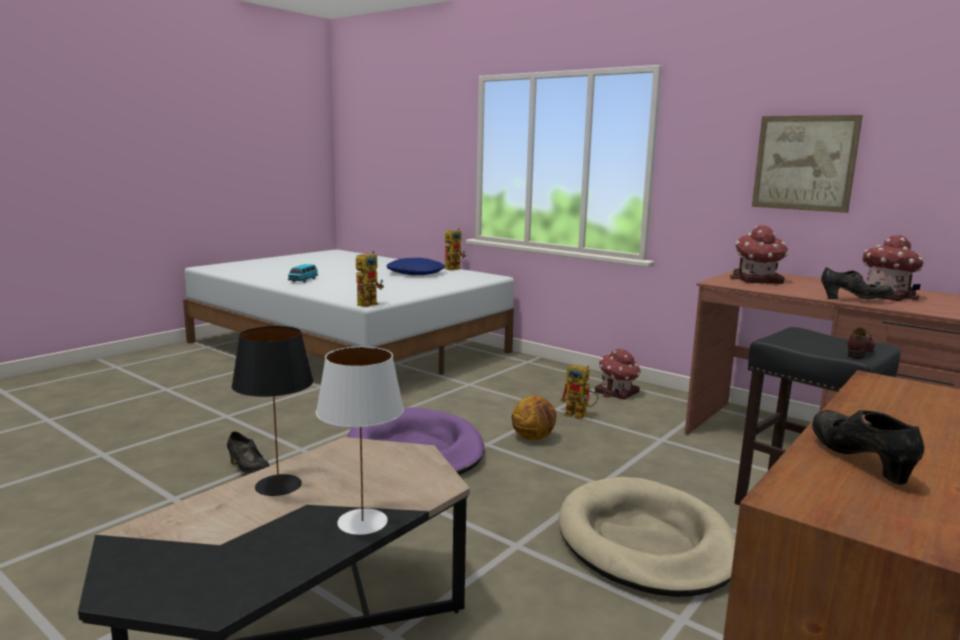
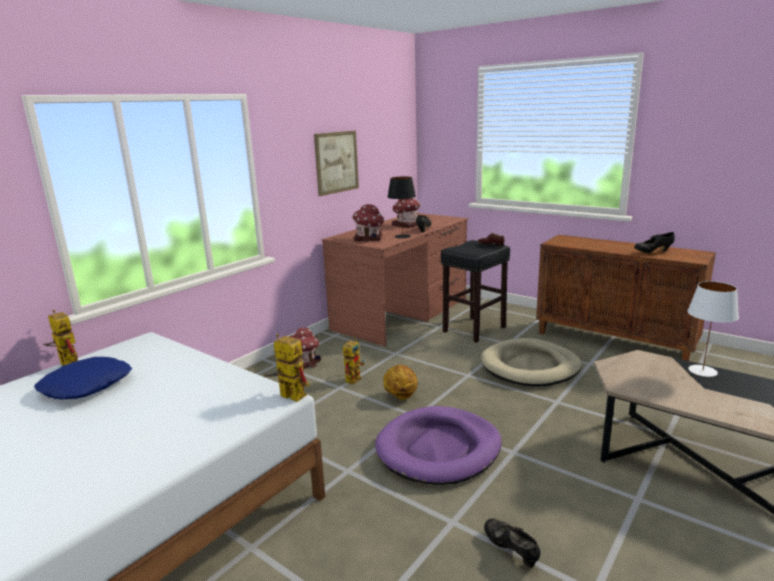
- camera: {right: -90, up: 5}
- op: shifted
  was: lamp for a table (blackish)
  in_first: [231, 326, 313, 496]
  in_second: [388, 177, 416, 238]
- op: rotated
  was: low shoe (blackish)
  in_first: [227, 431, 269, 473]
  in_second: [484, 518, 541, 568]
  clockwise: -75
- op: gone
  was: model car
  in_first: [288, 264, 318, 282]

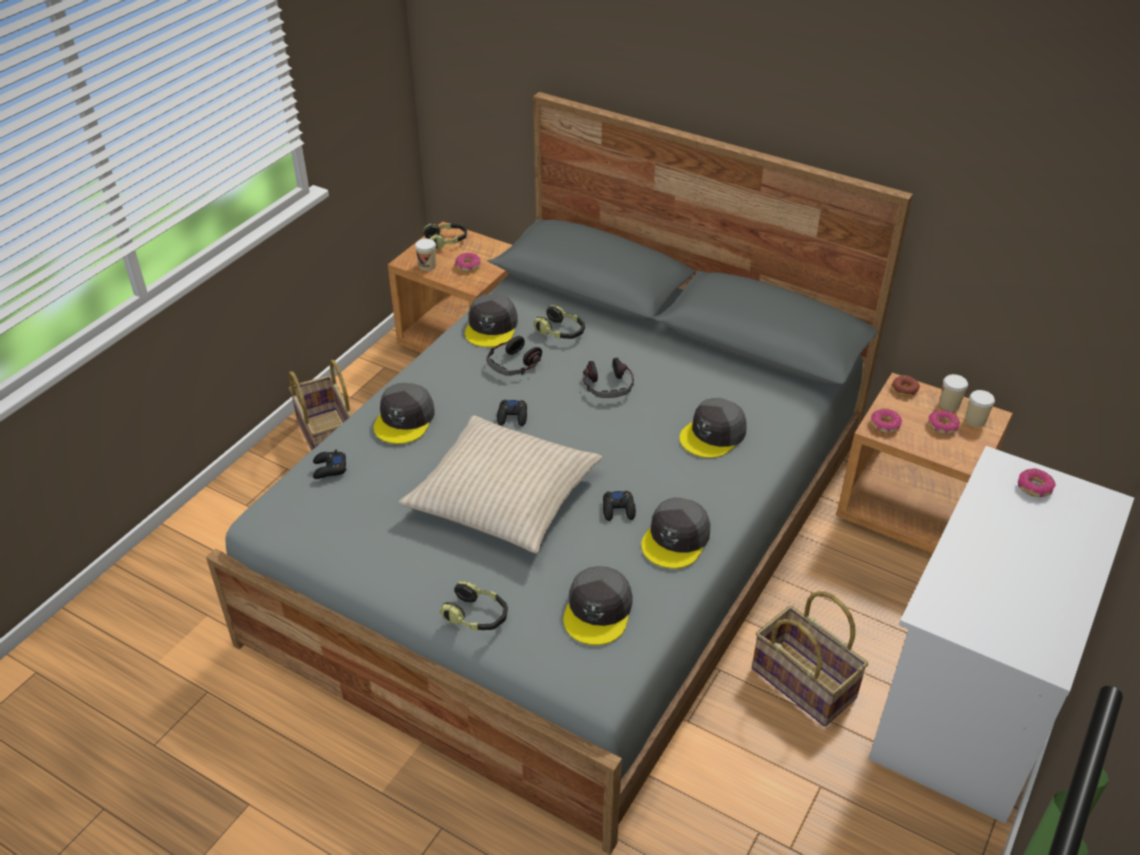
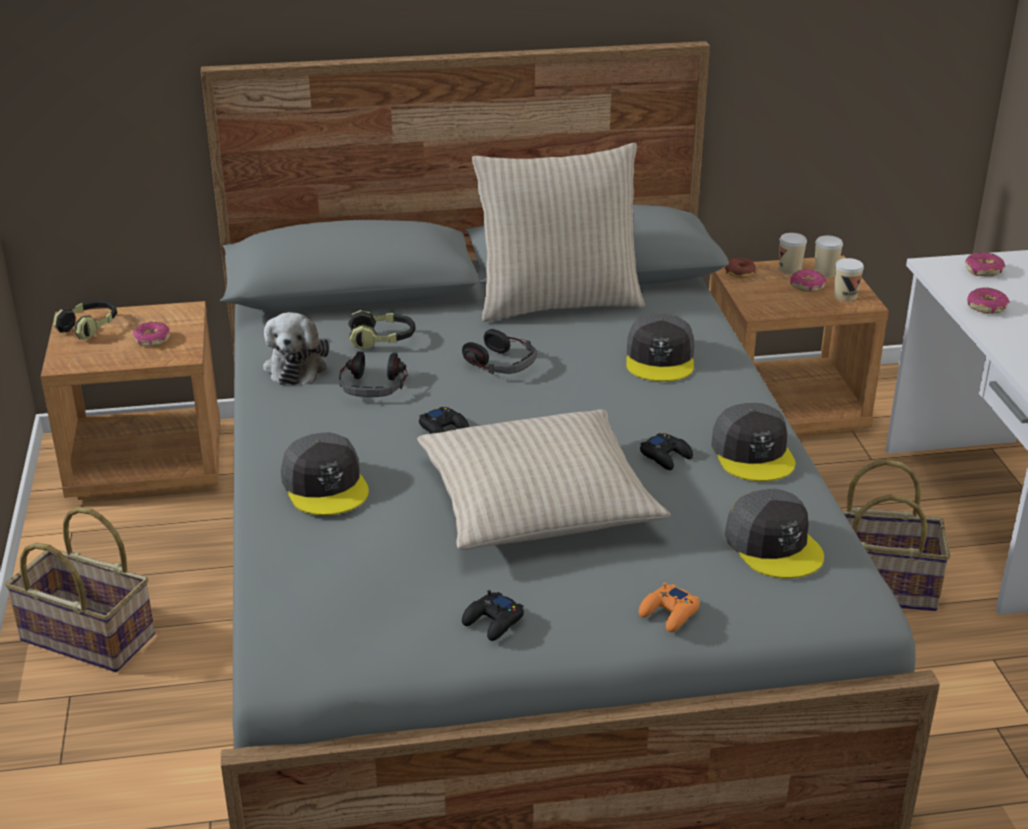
- camera: {right: -40, up: -10}
- op: swapped
  was: peaked cap (greyish)
  now: plush toy
  in_first: [465, 294, 518, 347]
  in_second: [263, 312, 329, 385]
- op: shifted
  was: game controller (blackish)
  in_first: [313, 450, 346, 479]
  in_second: [462, 590, 524, 641]
- op: new
  now: throw pillow (sand-coloured)
  in_second: [472, 143, 645, 322]
- op: swapped
  was: headset
  now: game controller (orange-coloured)
  in_first: [440, 581, 508, 631]
  in_second: [639, 582, 700, 632]
- op: shifted
  was: small cup
  in_first: [415, 239, 436, 271]
  in_second: [834, 258, 864, 301]
- op: shifted
  was: doughnut
  in_first: [871, 409, 902, 433]
  in_second: [967, 287, 1010, 314]

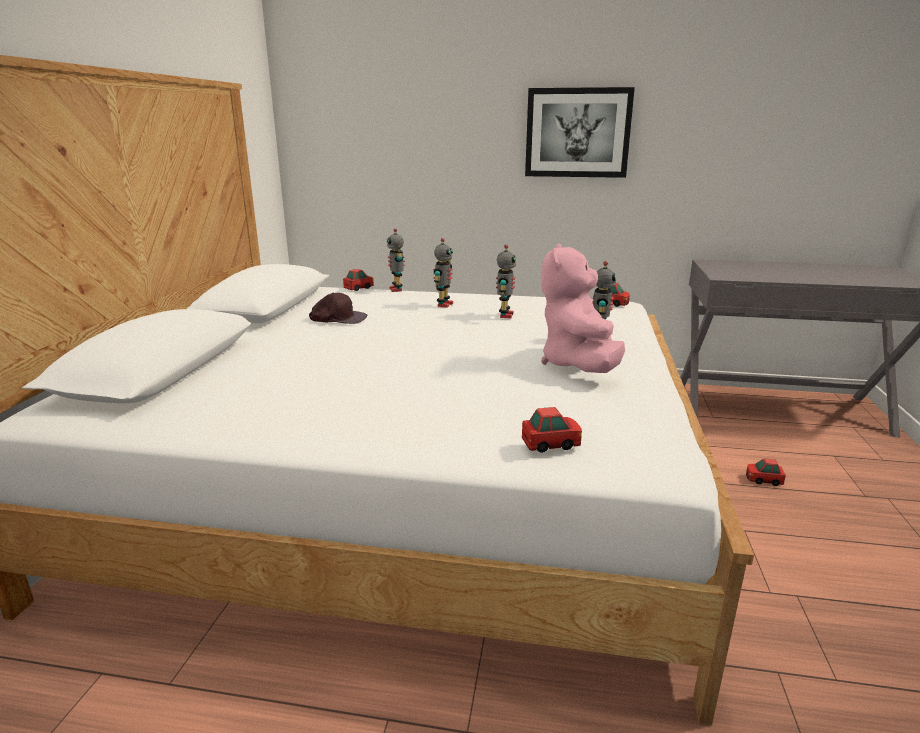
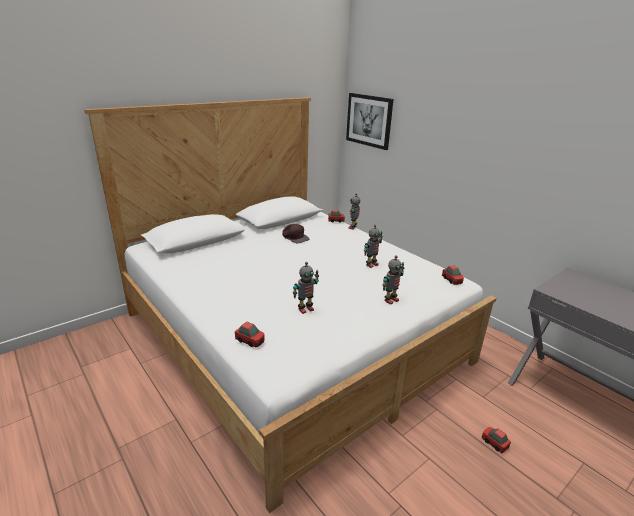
- camera: {right: 40, up: 5}
- op: shifted
  was: robot figure
  in_first: [433, 238, 453, 308]
  in_second: [293, 262, 319, 314]
- op: shifted
  was: wall picture
  in_first: [525, 87, 635, 178]
  in_second: [346, 93, 394, 150]
- op: gone
  was: plush toy (pinkish)
  in_first: [541, 243, 625, 373]

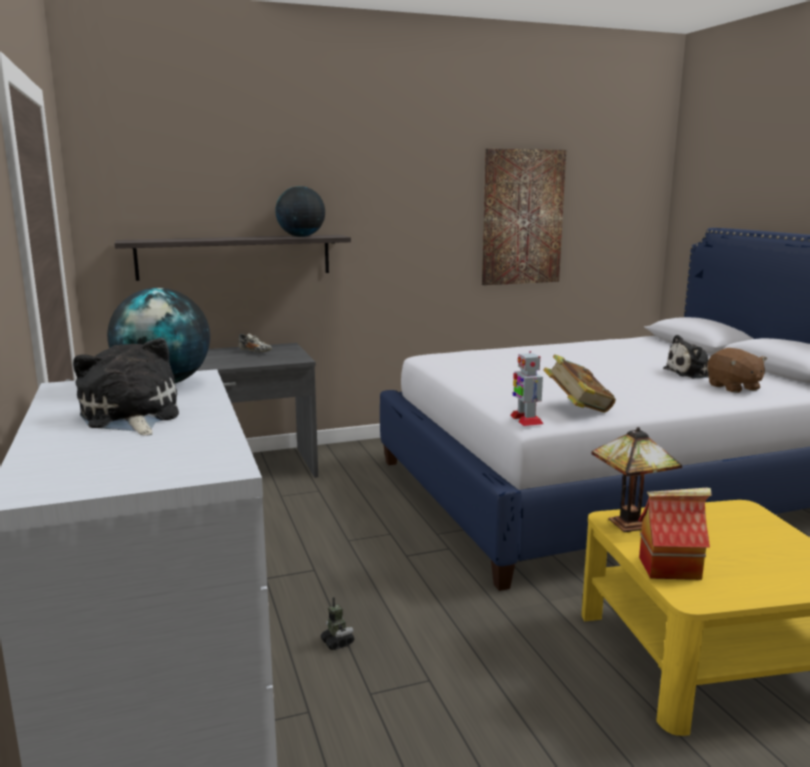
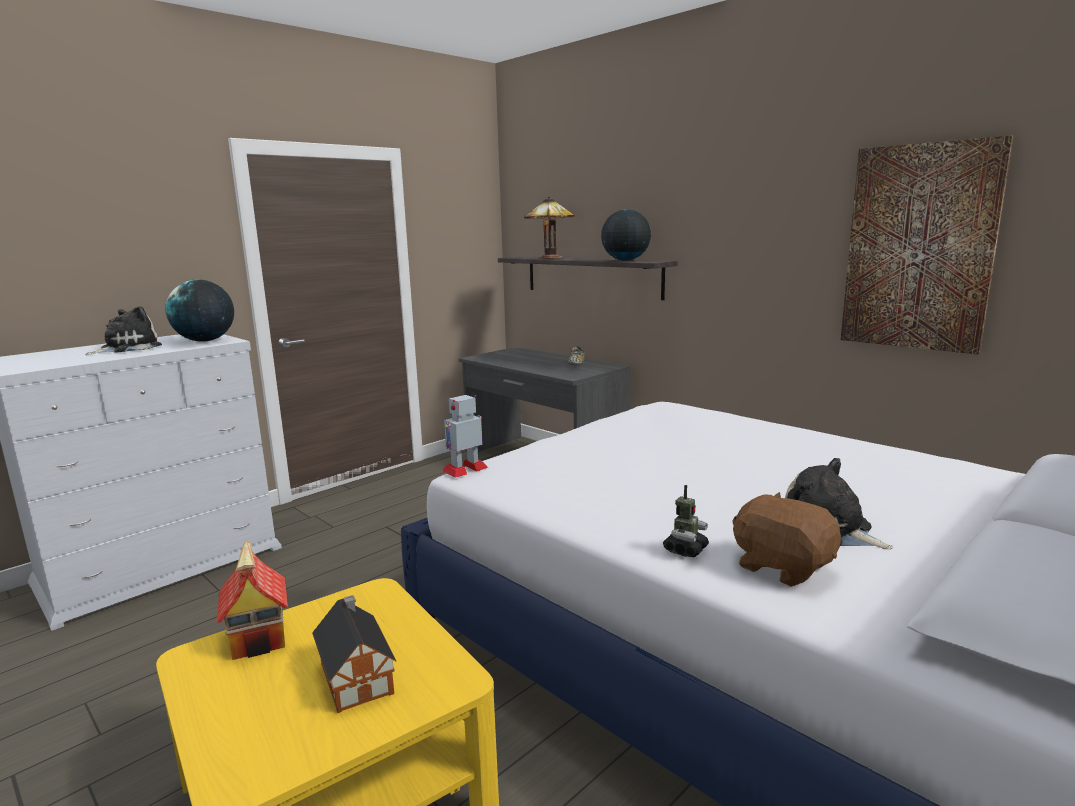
- camera: {right: 65, up: 0}
- op: new
  now: toy house
  in_second: [312, 595, 397, 713]
- op: shifted
  was: lamp for a table
  in_first: [591, 427, 682, 532]
  in_second: [524, 197, 575, 259]
- op: shifted
  was: robot figure
  in_first: [321, 597, 354, 650]
  in_second: [663, 485, 709, 557]
- op: rotated
  was: plush toy (brown-coloured)
  in_first: [707, 348, 767, 393]
  in_second: [732, 492, 841, 587]
  clockwise: 90
- op: gone
  was: volume
  in_first: [543, 354, 616, 413]

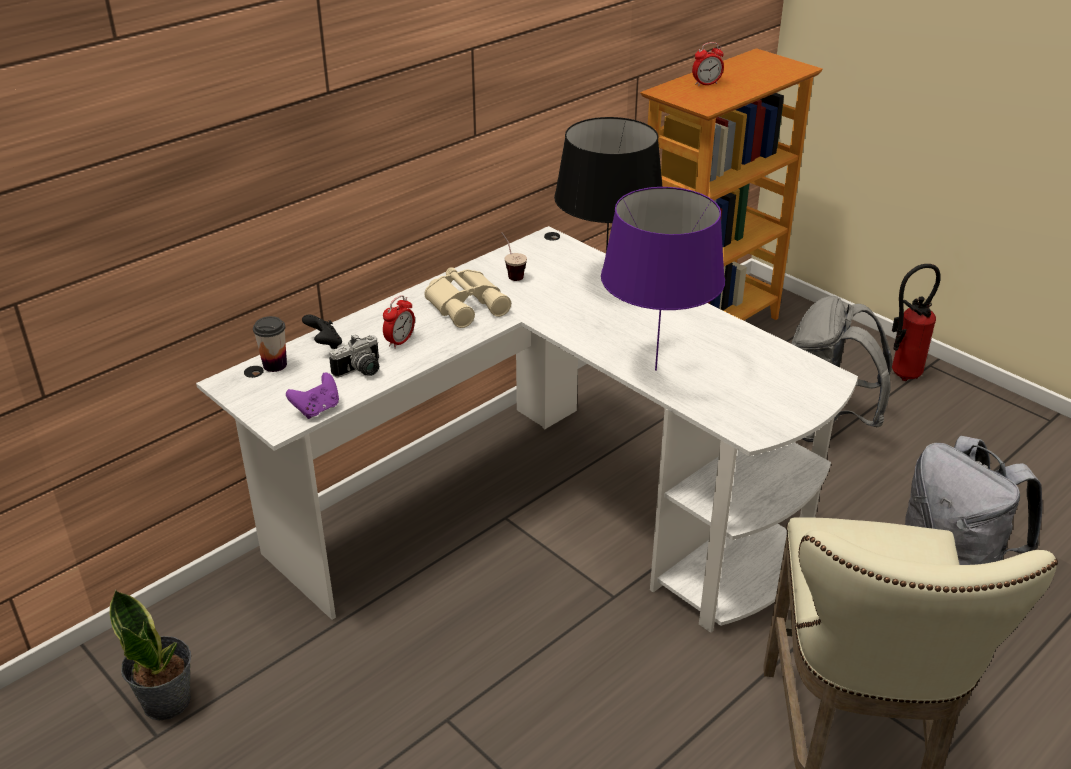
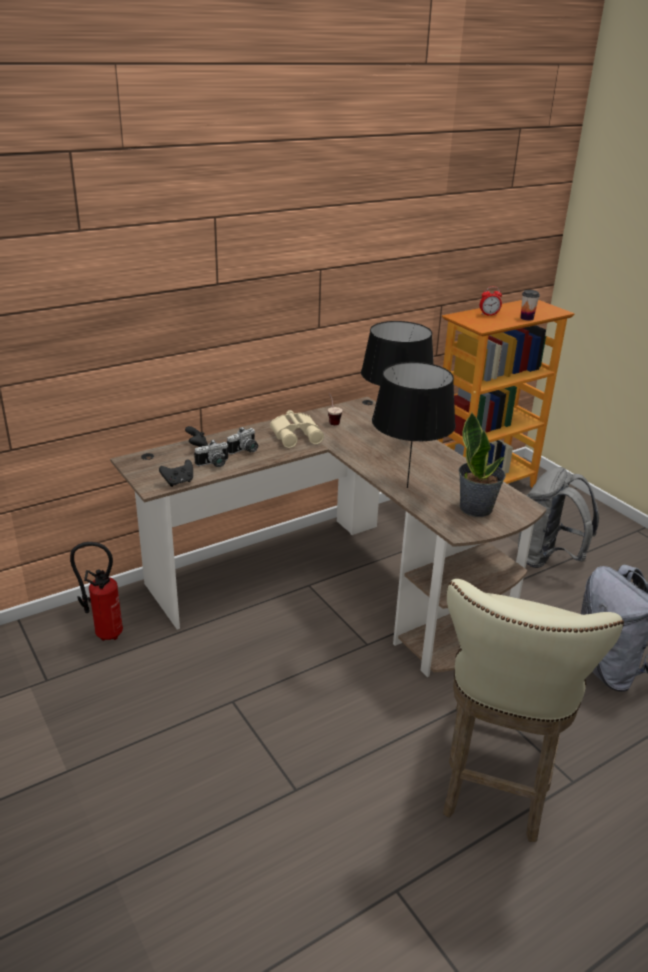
- camera: {right: 10, up: -5}
- op: shifted
  was: fire extinguisher
  in_first: [892, 264, 941, 381]
  in_second: [70, 542, 123, 641]
- op: repainted
  was: desk table (whitish)
  now: desk table (brown-coloured)
  in_first: [196, 226, 858, 633]
  in_second: [110, 397, 547, 677]
- op: repainted
  was: game controller (purple-coloured)
  now: game controller (blackish)
  in_first: [286, 373, 339, 419]
  in_second: [159, 459, 193, 487]
- op: swapped
  was: bedside clock
  now: still camera
  in_first: [383, 295, 415, 349]
  in_second: [227, 427, 258, 454]
- op: repainted
  was: lamp for a table (purple-coloured)
  now: lamp for a table (blackish)
  in_first: [601, 187, 725, 371]
  in_second: [372, 362, 456, 488]
- op: shifted
  was: potted plant
  in_first: [109, 589, 191, 721]
  in_second: [459, 412, 506, 517]
- op: shifted
  was: small cup
  in_first: [253, 316, 287, 372]
  in_second: [521, 290, 540, 321]

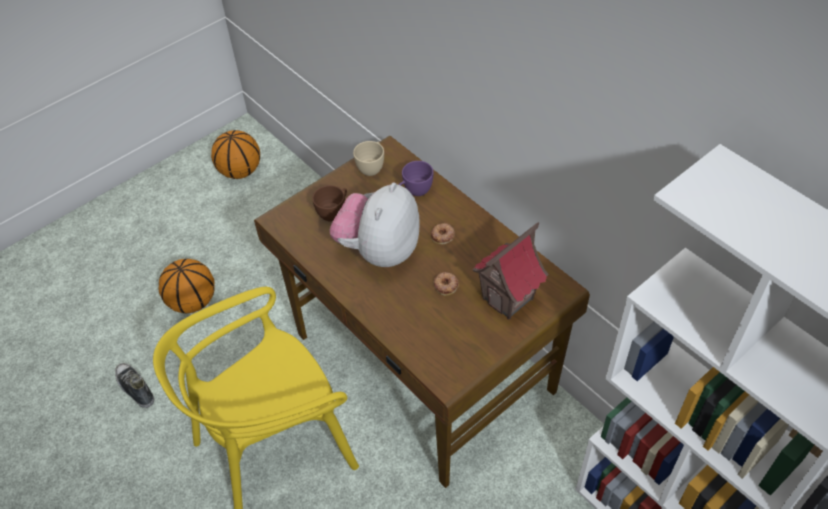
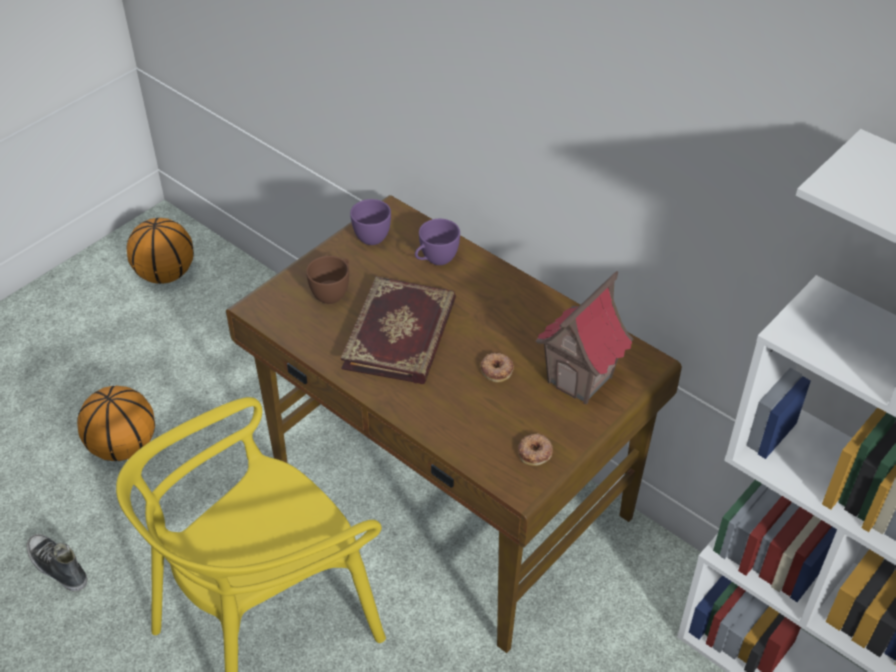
- camera: {right: -10, up: -5}
- op: swapped
  was: plush toy
  now: volume
  in_first: [330, 183, 419, 267]
  in_second: [341, 277, 456, 384]
- op: repainted
  was: small cup (sand-coloured)
  now: small cup (purple-coloured)
  in_first: [353, 141, 384, 176]
  in_second: [350, 199, 391, 245]
- op: shifted
  was: doughnut
  in_first: [431, 223, 455, 245]
  in_second: [518, 433, 553, 466]

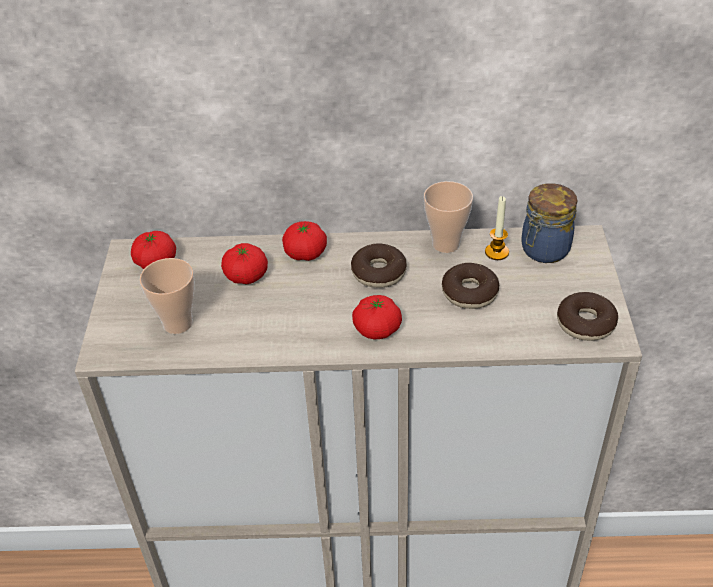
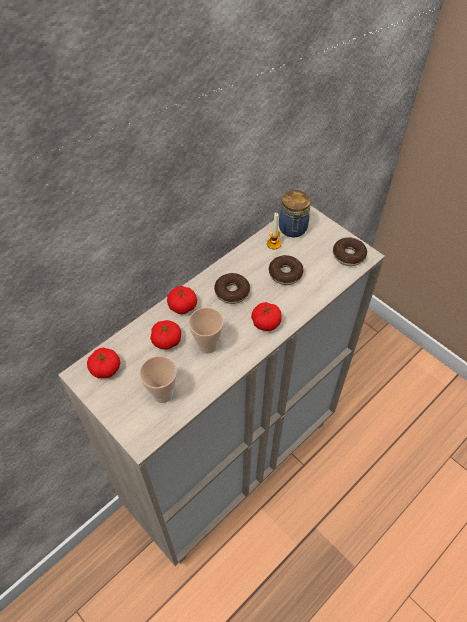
- camera: {right: -45, up: 10}
- op: shifted
  was: small cup
  in_first: [424, 181, 473, 253]
  in_second: [189, 307, 224, 354]

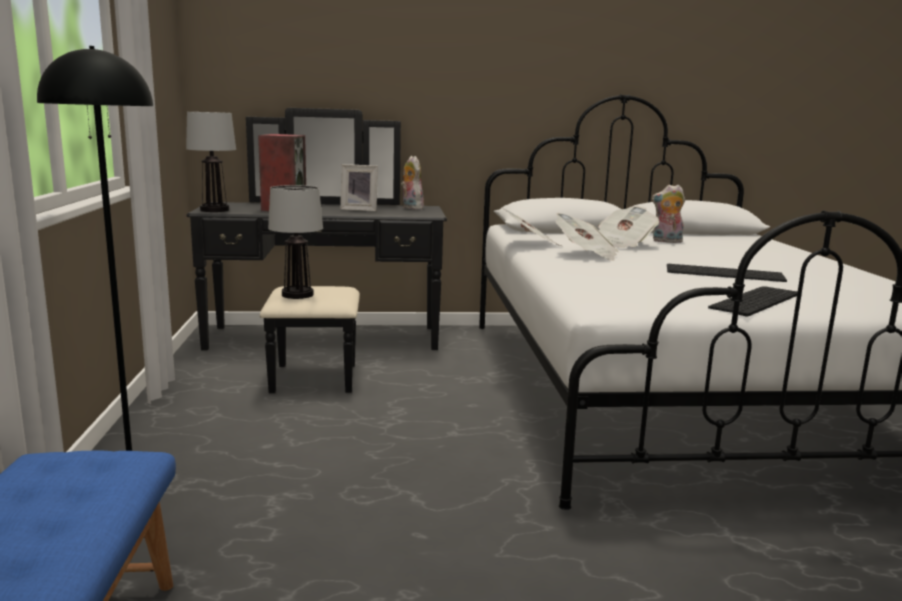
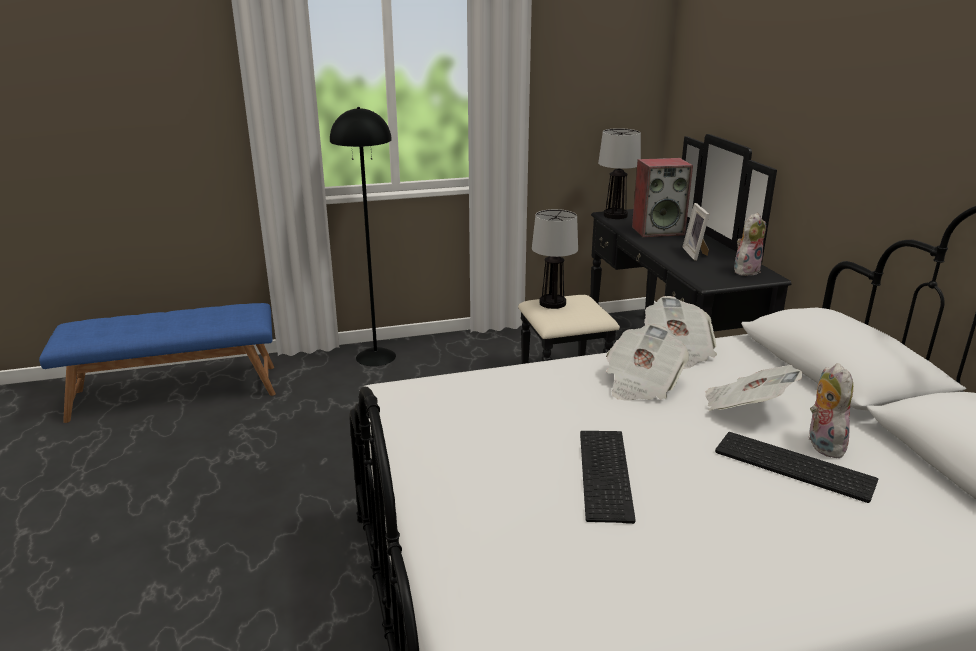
- camera: {right: 80, up: 10}
- op: shifted
  was: PC keyboard
  in_first: [708, 286, 797, 317]
  in_second: [715, 432, 878, 503]

